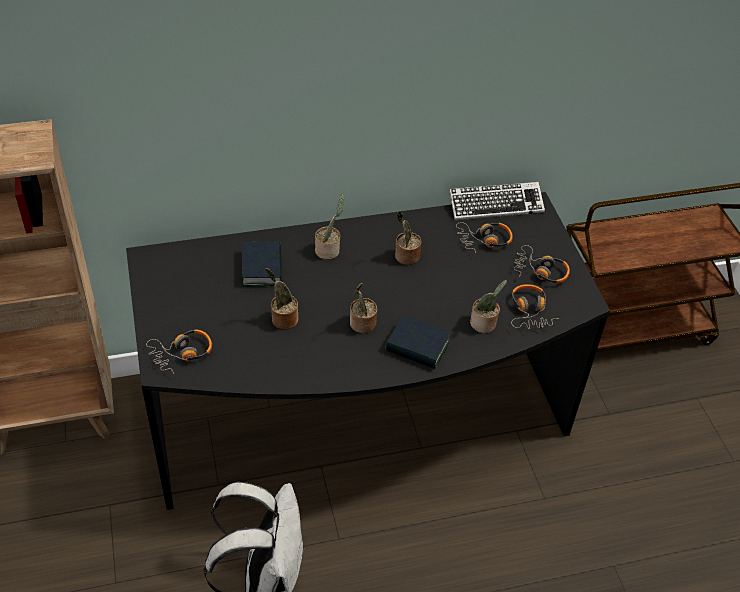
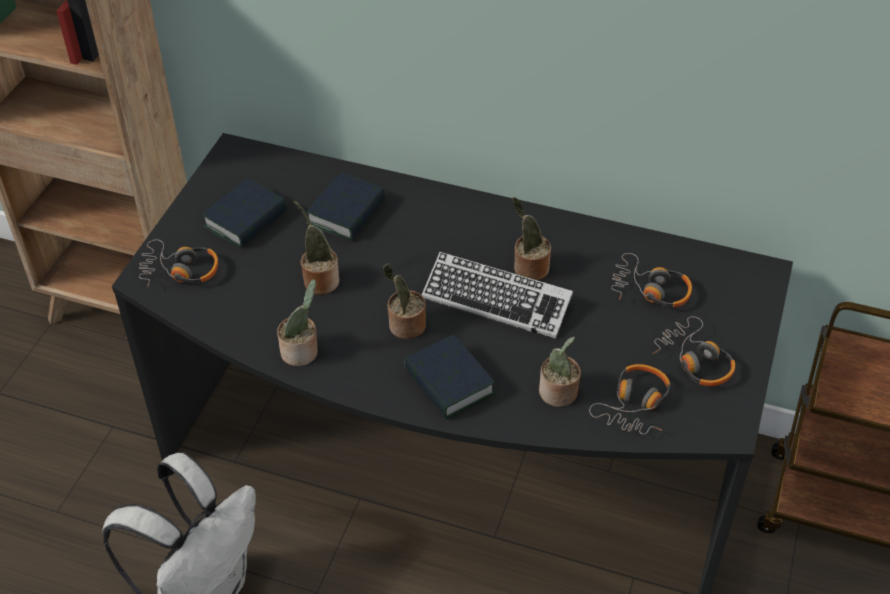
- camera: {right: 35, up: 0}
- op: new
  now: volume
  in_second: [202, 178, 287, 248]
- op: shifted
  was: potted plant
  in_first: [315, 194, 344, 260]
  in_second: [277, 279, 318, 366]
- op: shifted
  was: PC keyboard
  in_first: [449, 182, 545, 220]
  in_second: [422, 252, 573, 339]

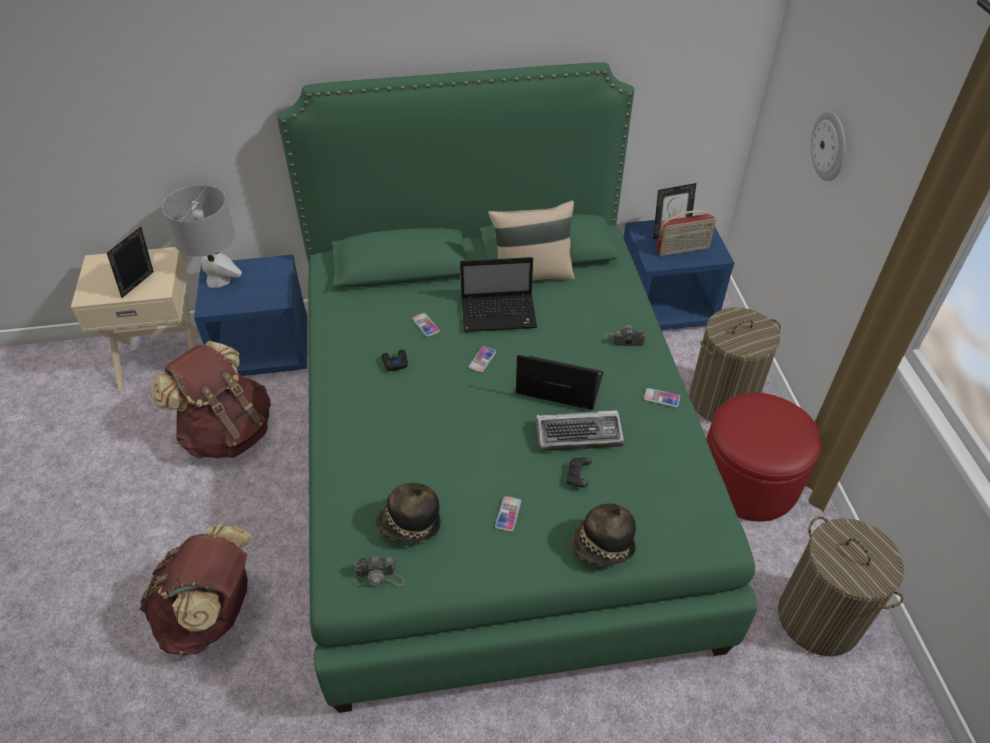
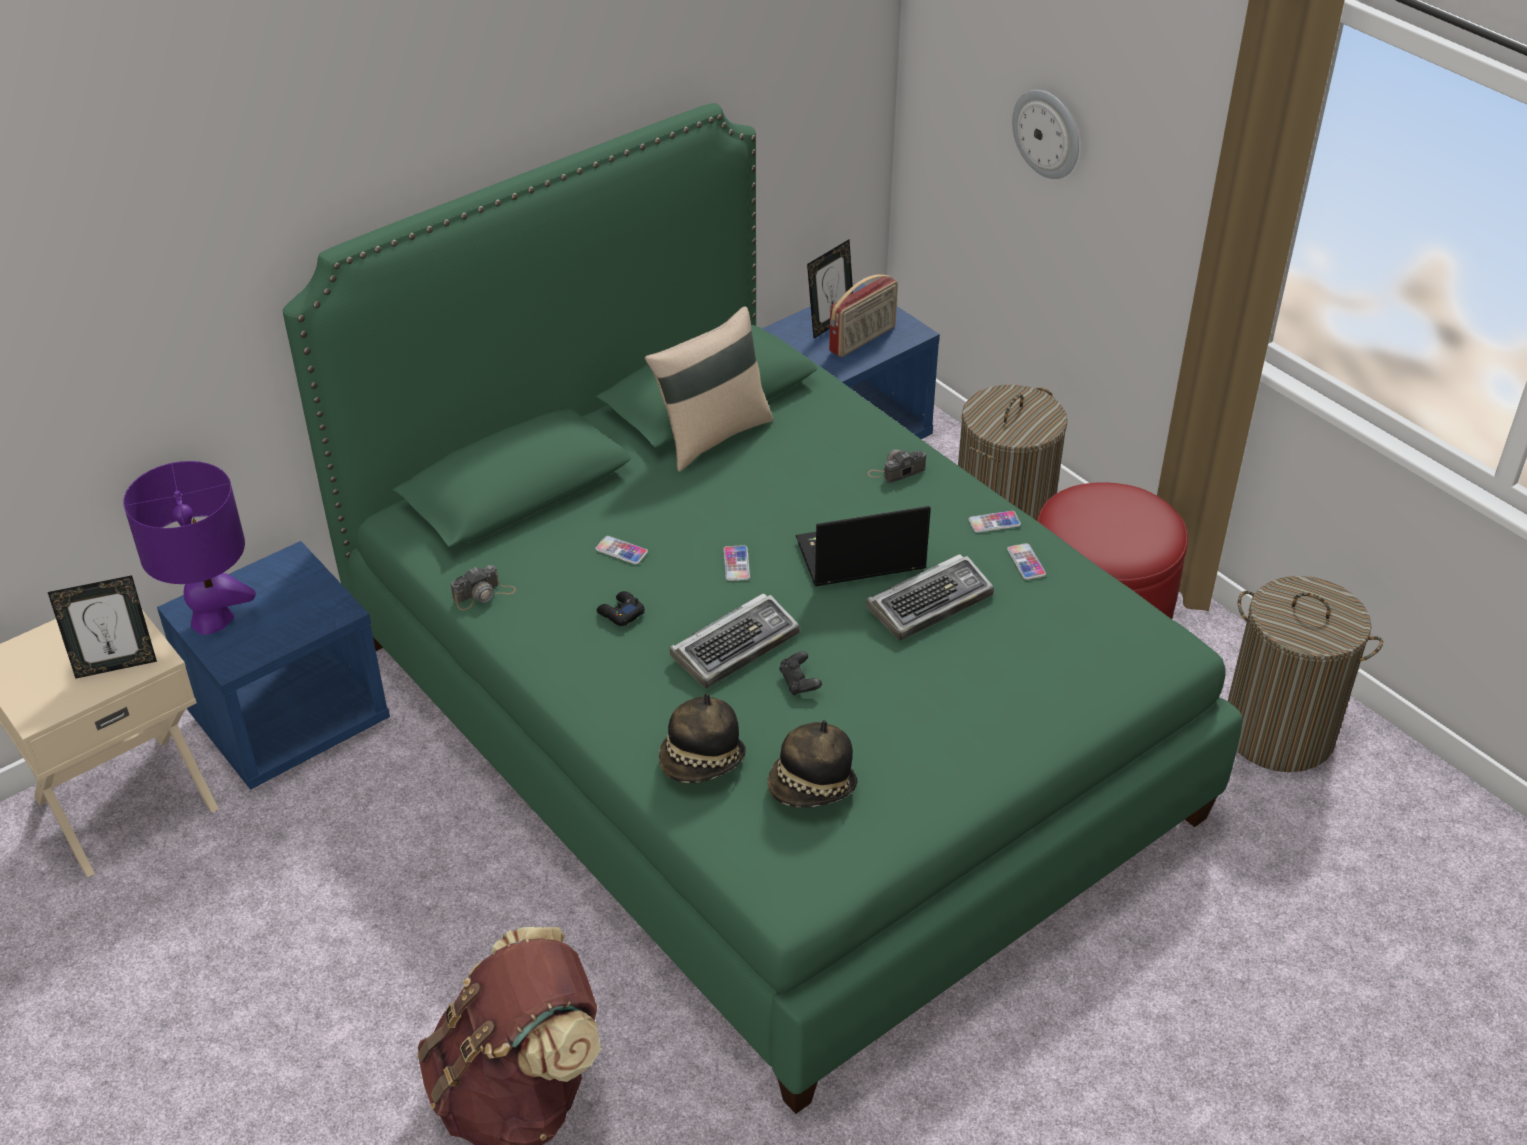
- camera: {right: -30, up: -5}
- op: rotated
  was: standing frame
  in_first: [107, 227, 154, 298]
  in_second: [48, 575, 157, 679]
  clockwise: -105
- op: repainted
  was: lamp for a table (greyish)
  now: lamp for a table (purple-coloured)
  in_first: [162, 185, 242, 288]
  in_second: [123, 461, 256, 635]
- op: shifted
  was: still camera
  in_first: [354, 556, 405, 586]
  in_second: [451, 565, 516, 610]
- op: shifted
  was: clothing hat
  in_first: [572, 504, 636, 565]
  in_second: [659, 693, 746, 783]
- op: new
  now: PC keyboard
  in_second: [669, 593, 800, 689]
- op: shifted
  was: game controller (blackish)
  in_first: [566, 457, 592, 487]
  in_second: [779, 651, 822, 695]
- op: shifted
  was: phone
  in_first: [495, 496, 521, 532]
  in_second: [1007, 543, 1046, 580]
- op: gone
  was: rucksack (brown-coloured)
  in_first: [151, 340, 271, 459]
- op: gone
  was: notebook computer
  in_first: [460, 257, 537, 332]

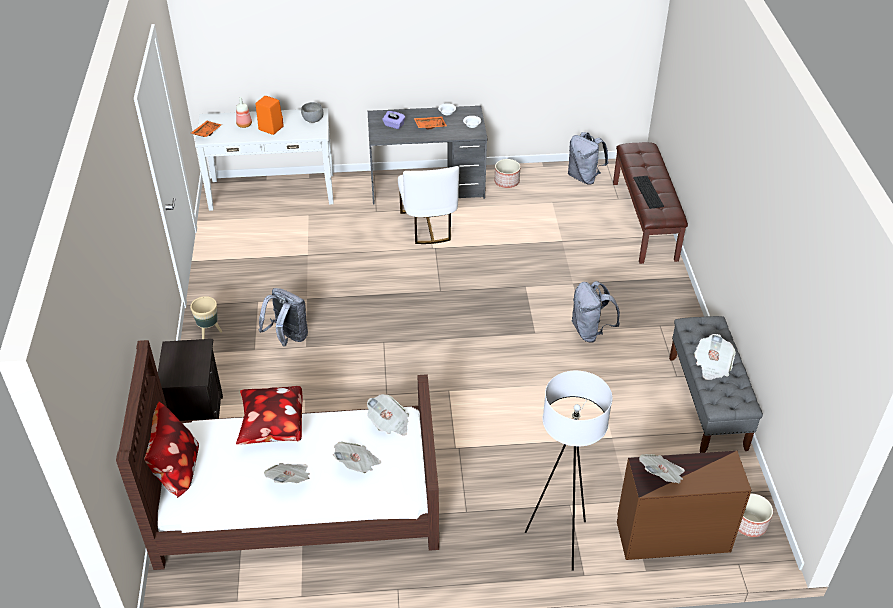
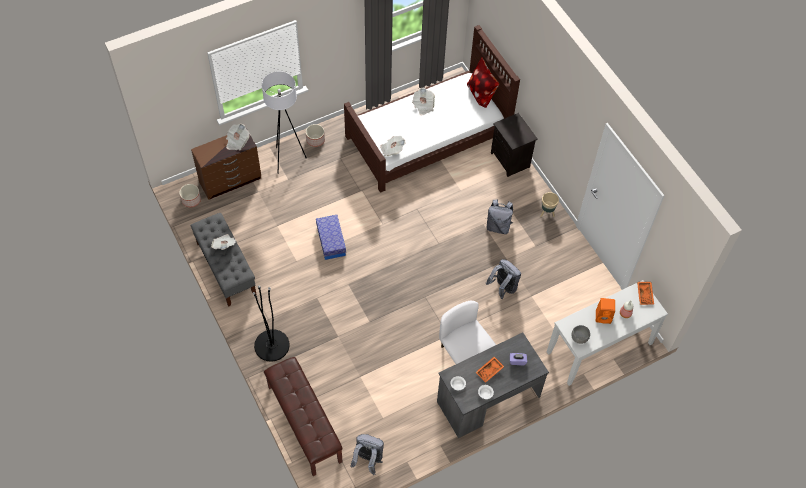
- camera: {right: 155, up: 15}
- op: new
  now: standard lamp (blackish)
  in_second: [253, 285, 290, 362]
- op: shifted
  was: flower pot
  in_first: [495, 159, 520, 188]
  in_second: [306, 124, 325, 147]
- op: new
  now: storage bin
  in_second: [316, 215, 346, 260]
- op: shifted
  was: rucksack (greyish)
  in_first: [572, 281, 620, 343]
  in_second: [486, 259, 521, 299]
- op: gone
  was: throw pillow
  in_first: [236, 386, 303, 445]
- op: gone
  was: newspaper
  in_first: [333, 442, 381, 473]
- op: gone
  was: PC keyboard
  in_first: [633, 176, 664, 209]

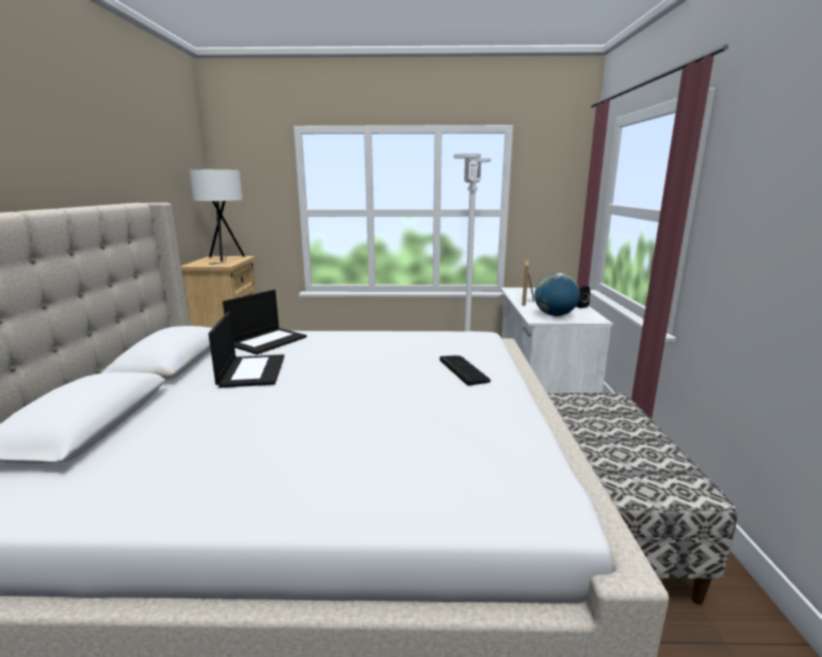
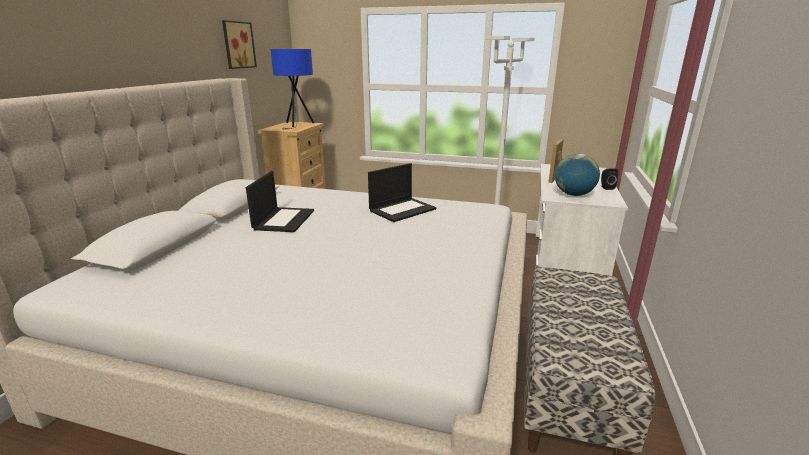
- camera: {right: 15, up: 5}
- op: new
  now: wall picture
  in_second: [222, 20, 257, 69]
- op: repainted
  was: lamp for a table (whitish)
  now: lamp for a table (bluish)
  in_first: [189, 170, 245, 265]
  in_second: [271, 49, 314, 129]
- op: shifted
  was: notebook computer
  in_first: [223, 290, 307, 355]
  in_second: [368, 163, 436, 222]
- op: gone
  was: PC keyboard
  in_first: [440, 355, 491, 386]

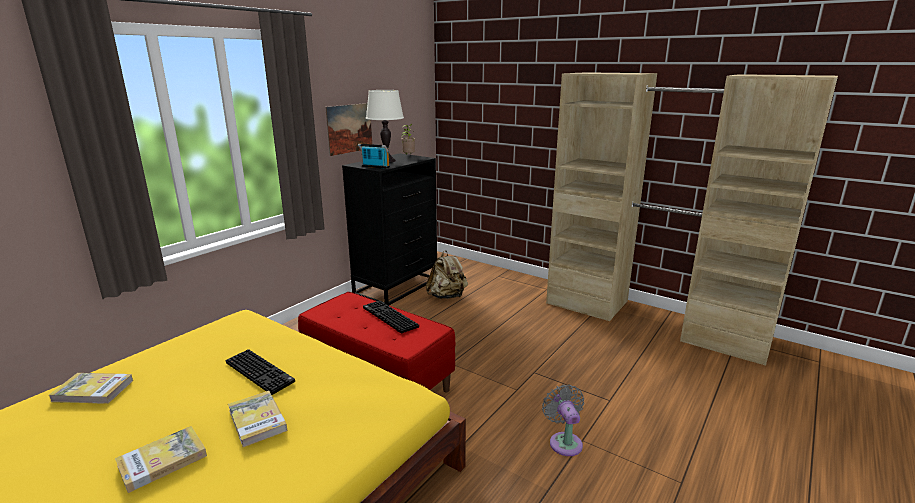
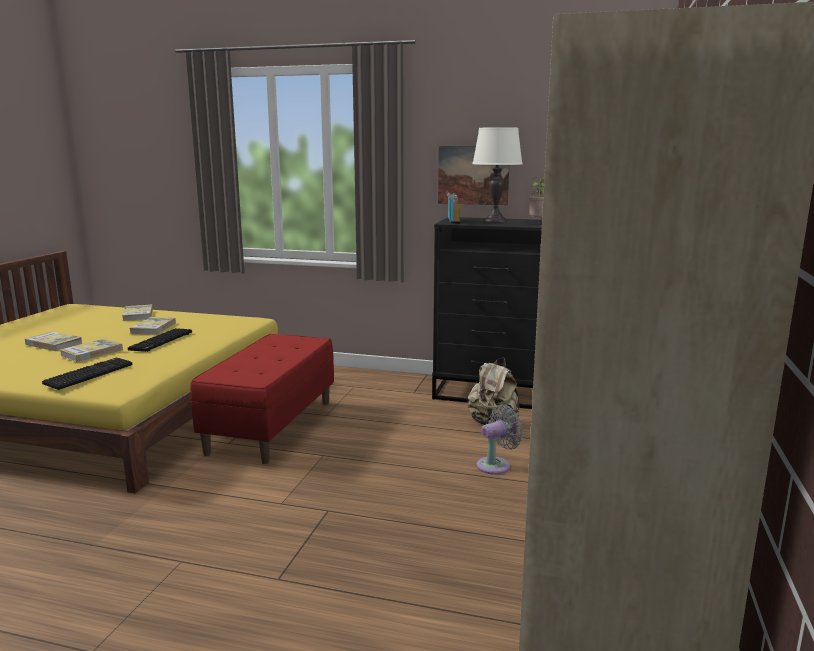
- camera: {right: 70, up: -5}
- op: shifted
  was: PC keyboard
  in_first: [363, 301, 419, 333]
  in_second: [42, 358, 132, 390]
- op: new
  now: volume
  in_second: [130, 317, 176, 335]
- op: shifted
  was: cooling fan (greyish)
  in_first: [542, 384, 584, 456]
  in_second: [476, 405, 524, 475]

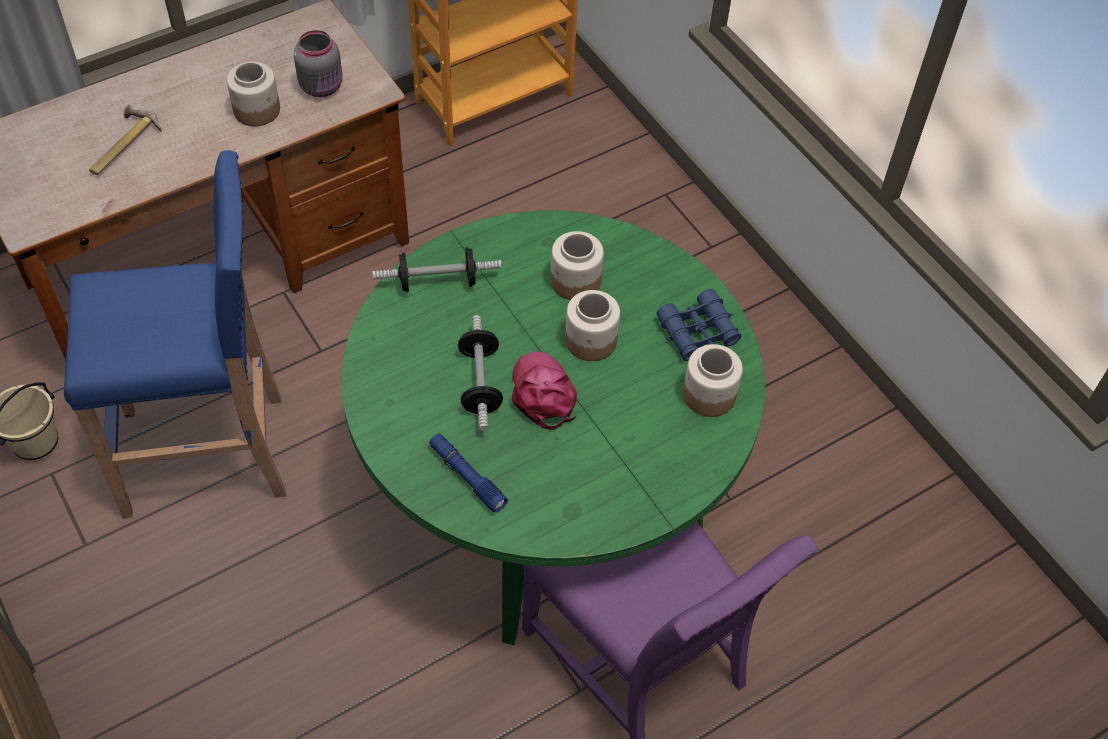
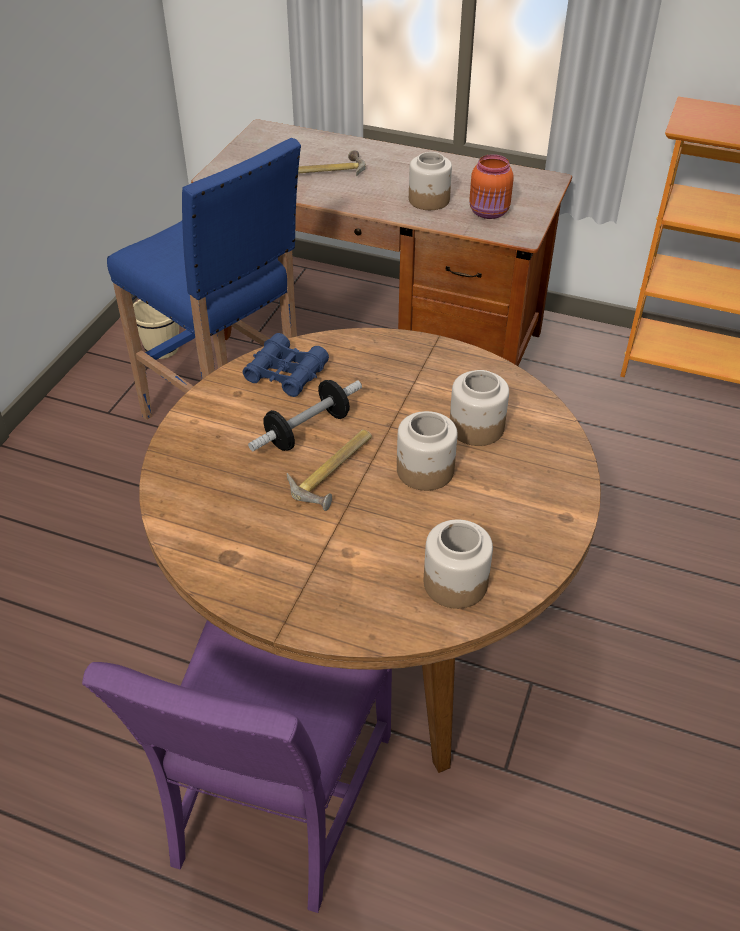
- camera: {right: 55, up: -10}
- op: repainted
  was: kitchen table (green-coloured)
  now: kitchen table (brown-coloured)
  in_first: [341, 210, 765, 645]
  in_second: [139, 328, 601, 773]
- op: shifted
  was: field glasses (bluish)
  in_first: [657, 289, 741, 361]
  in_second: [242, 333, 329, 397]
- op: swapped
  was: peaked cap (pinkish)
  now: tool hammer
  in_first: [512, 351, 577, 430]
  in_second: [287, 430, 372, 511]
- op: repainted
  was: storage jar (greyish)
  now: storage jar (orange-coloured)
  in_first: [294, 30, 342, 97]
  in_second: [469, 154, 514, 219]
- op: gone
  was: hand weight
  in_first: [372, 247, 502, 292]
- op: gone
  was: torch (bluish)
  in_first: [429, 434, 508, 513]

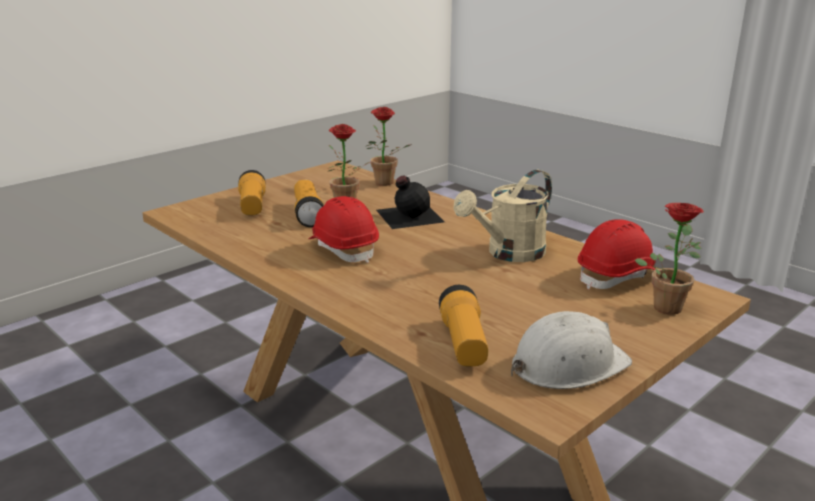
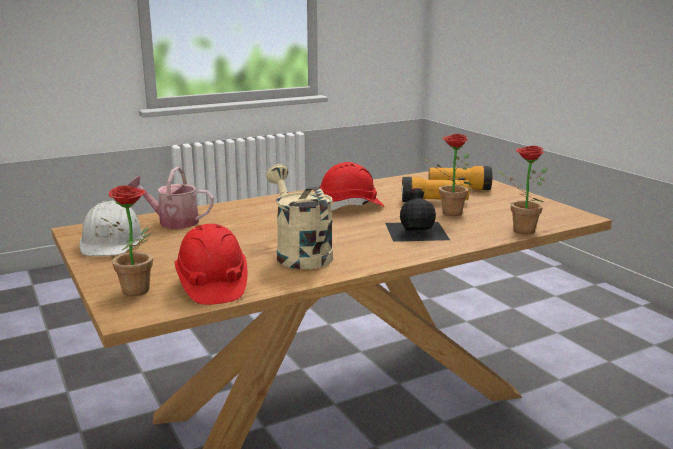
- camera: {right: 105, up: -5}
- op: swapped
  was: torch
  now: watering pot
  in_first: [439, 285, 488, 366]
  in_second: [128, 167, 214, 229]

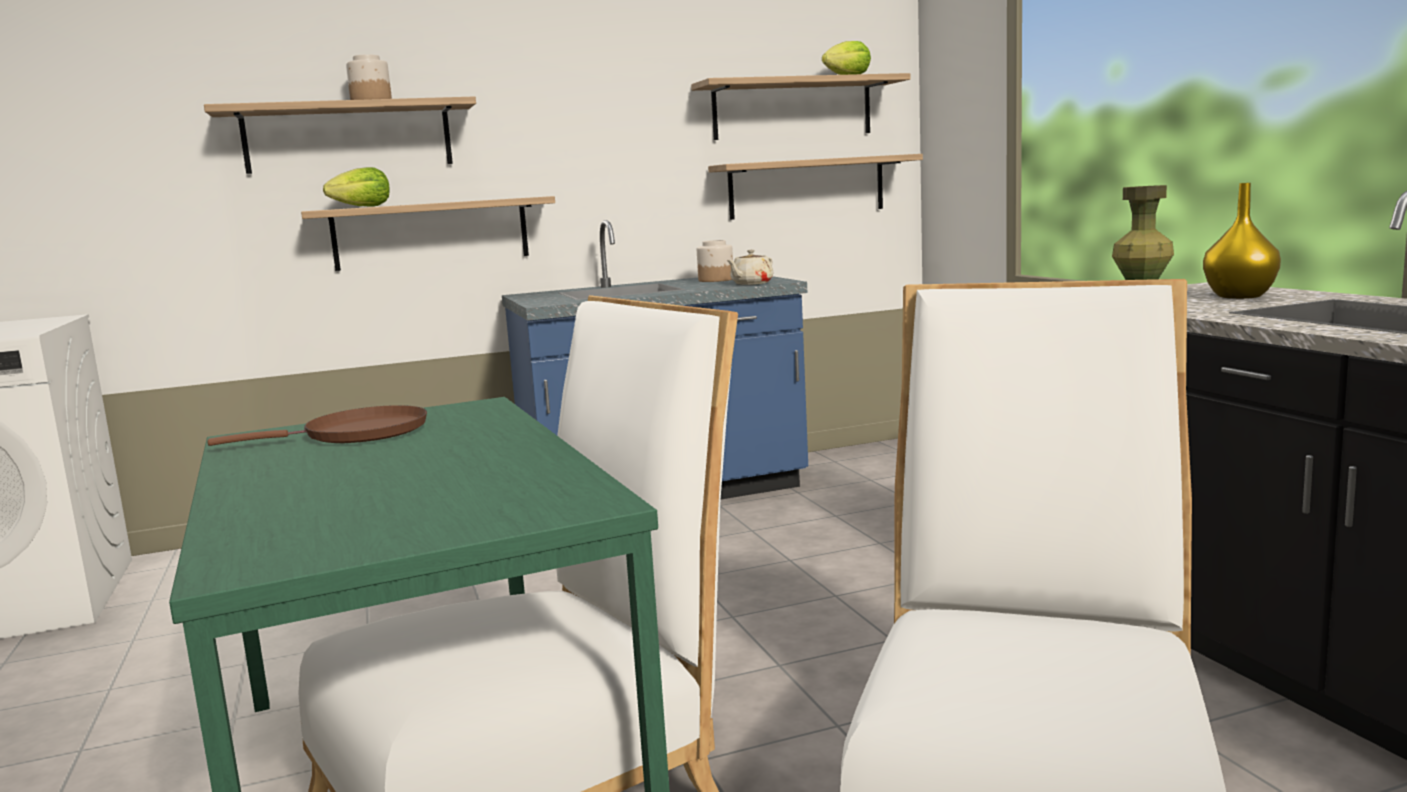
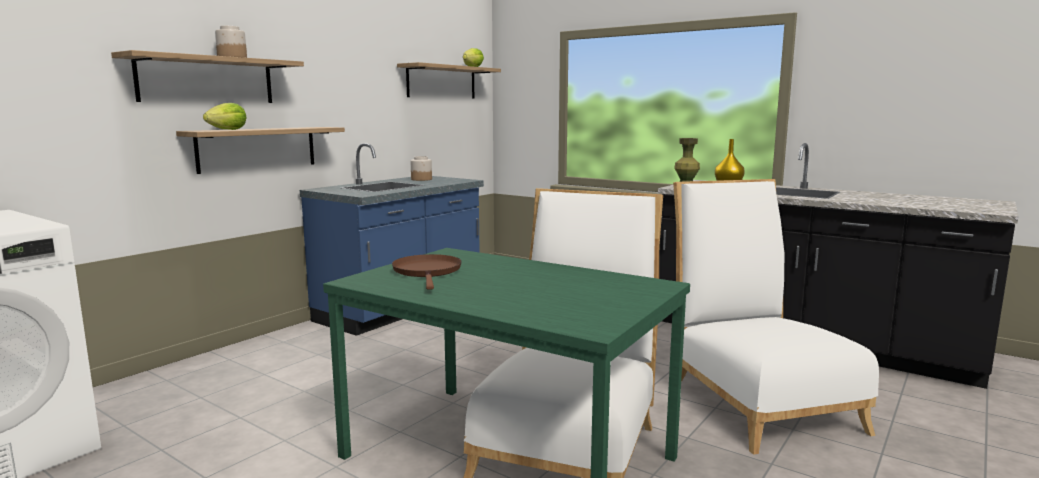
- camera: {right: -35, up: 0}
- op: rotated
  was: frying pan (brown-coloured)
  in_first: [207, 405, 427, 446]
  in_second: [392, 254, 462, 290]
  clockwise: -45
- op: gone
  was: wall shelf
  in_first: [708, 154, 923, 220]
- op: gone
  was: teapot (sand-coloured)
  in_first: [727, 250, 773, 285]

